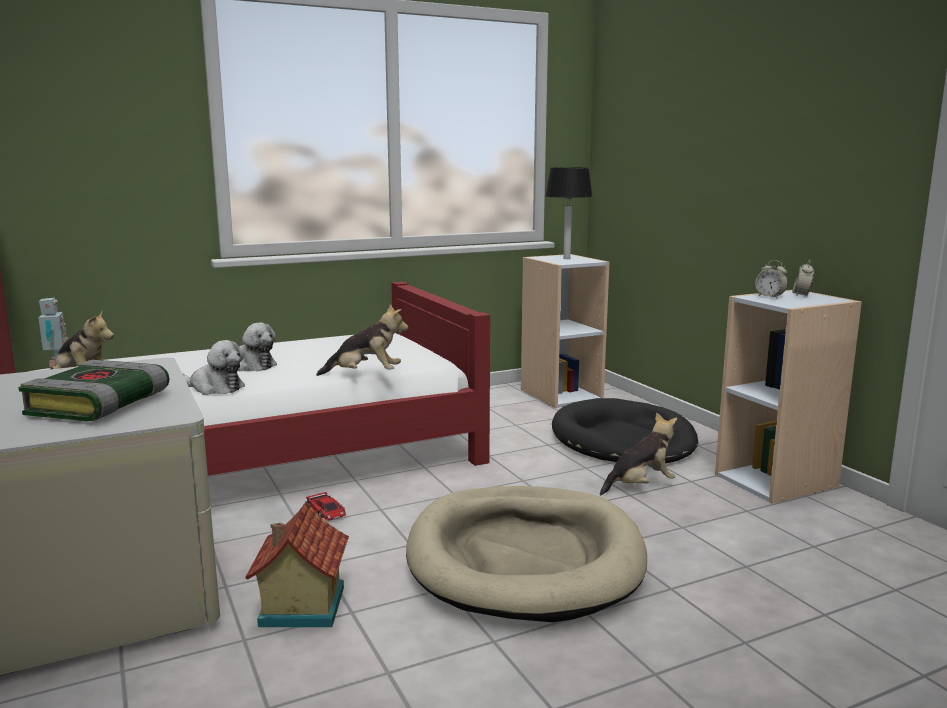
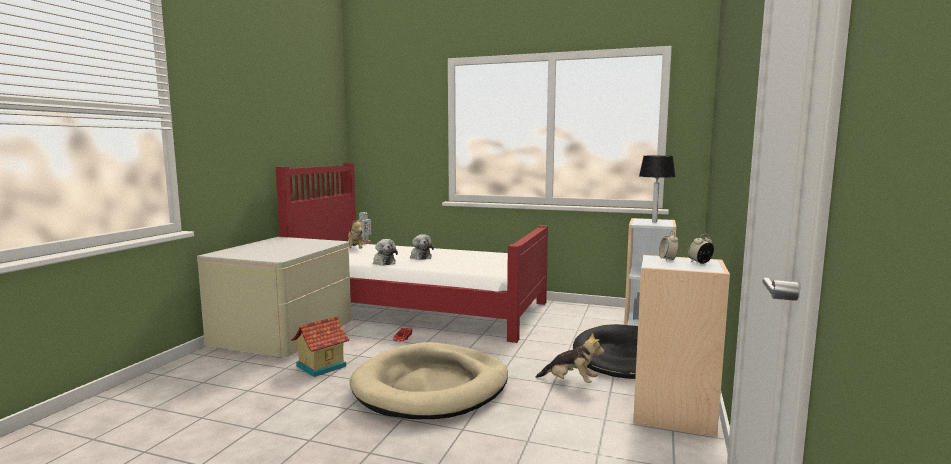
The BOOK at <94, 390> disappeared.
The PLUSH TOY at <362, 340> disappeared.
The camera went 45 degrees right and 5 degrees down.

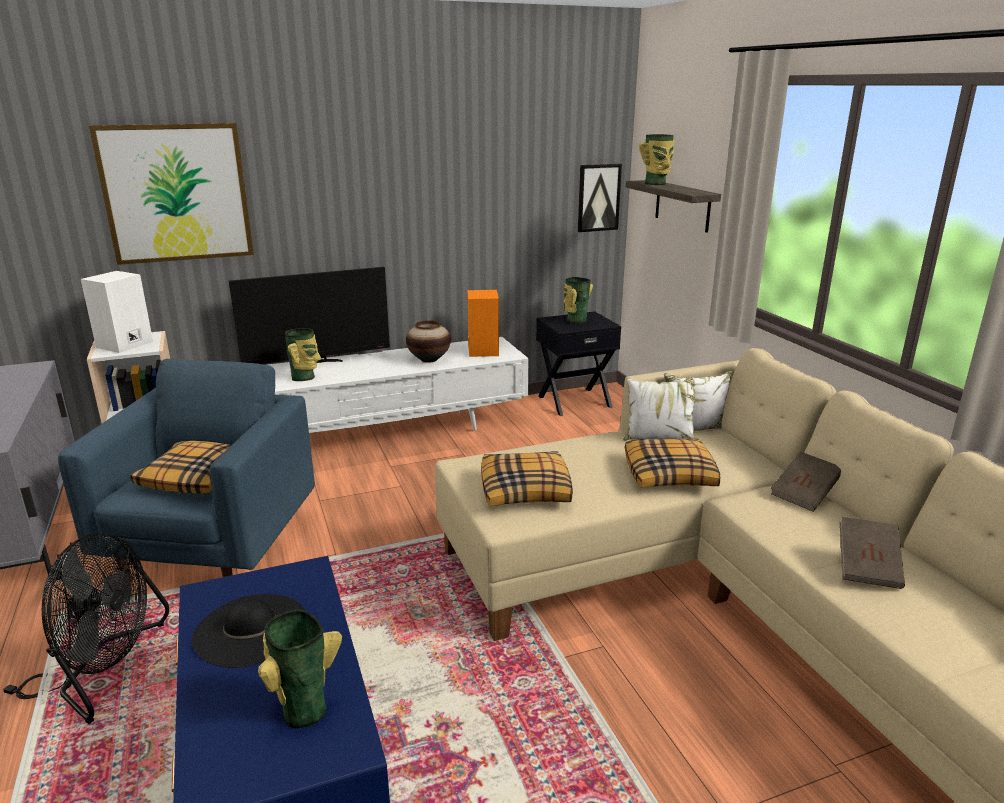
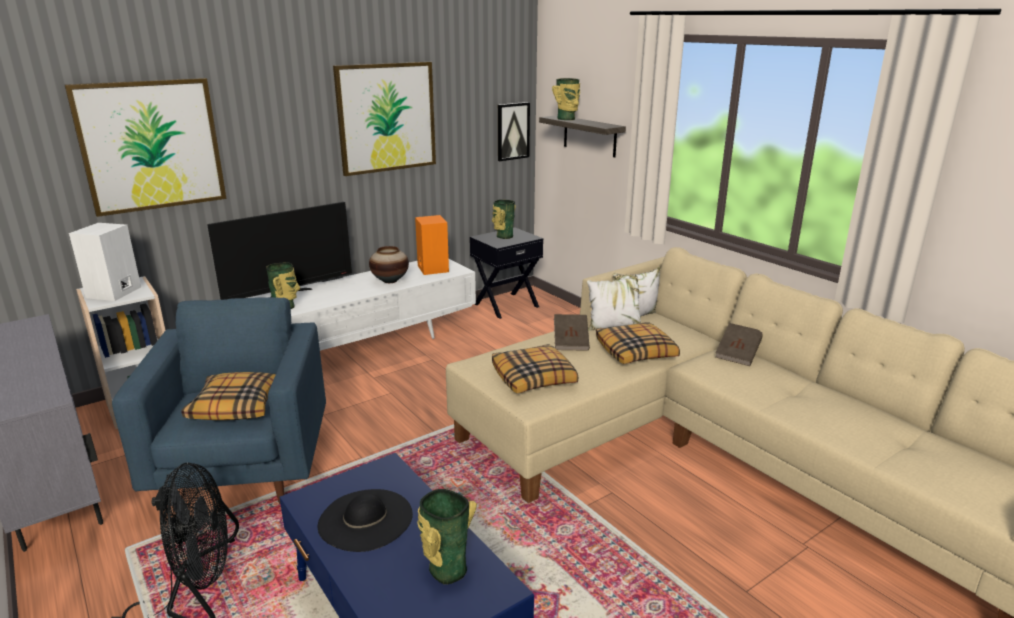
The PICTURE at <384, 119> appeared.
The BROWN BOOK moved from <872, 553> to <572, 332>.
The camera went 15 degrees left and 0 degrees up.

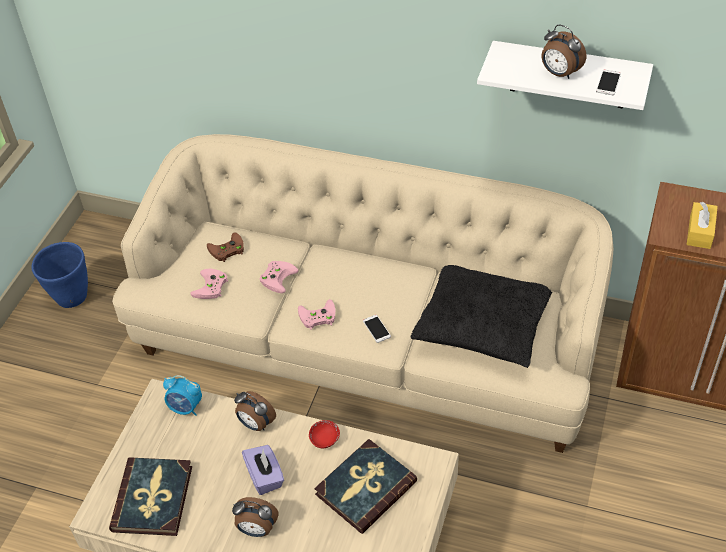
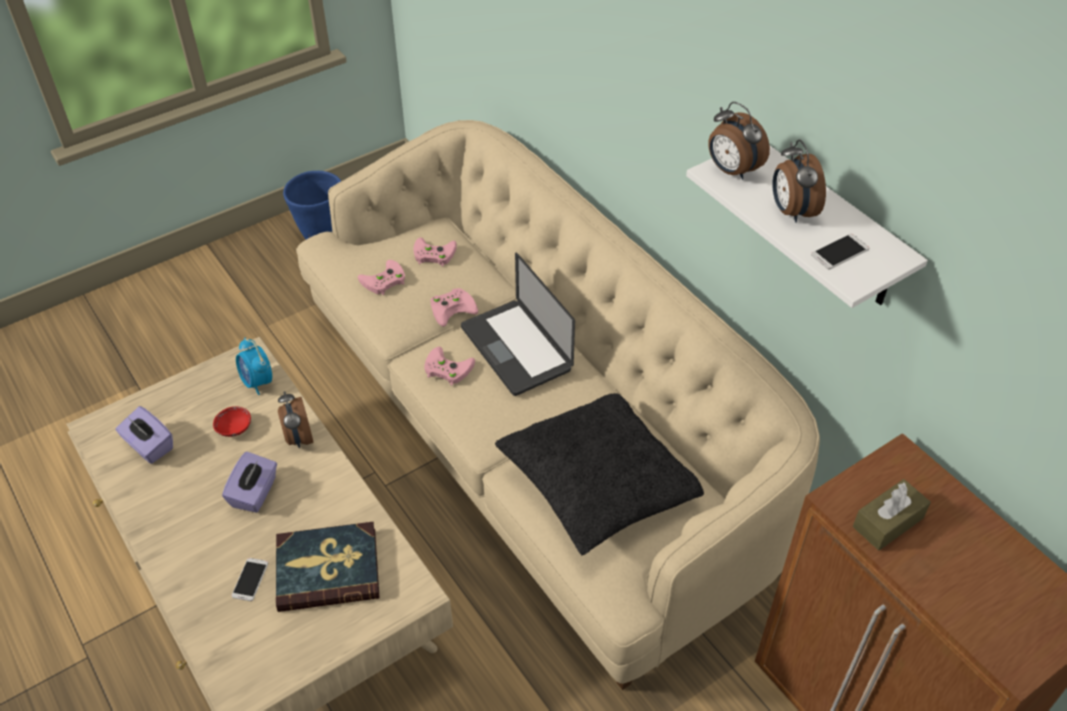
The BOOK at <150, 496> was replaced by the PURPLE TISSUE BOX at <144, 435>.
The RED BOWL moved from <324, 434> to <232, 421>.
The PHONE moved from <377, 329> to <249, 579>.
The BROWN GAME CONTROLLER at <225, 247> became the PINK GAME CONTROLLER at <435, 252>.
The LAPTOP at <518, 324> appeared.
The ALARM CLOCK moved from <255, 517> to <739, 141>.
The YELLOW TISSUE BOX at <702, 225> became the BROWN TISSUE BOX at <892, 514>.
The camera went 35 degrees right and 0 degrees up.

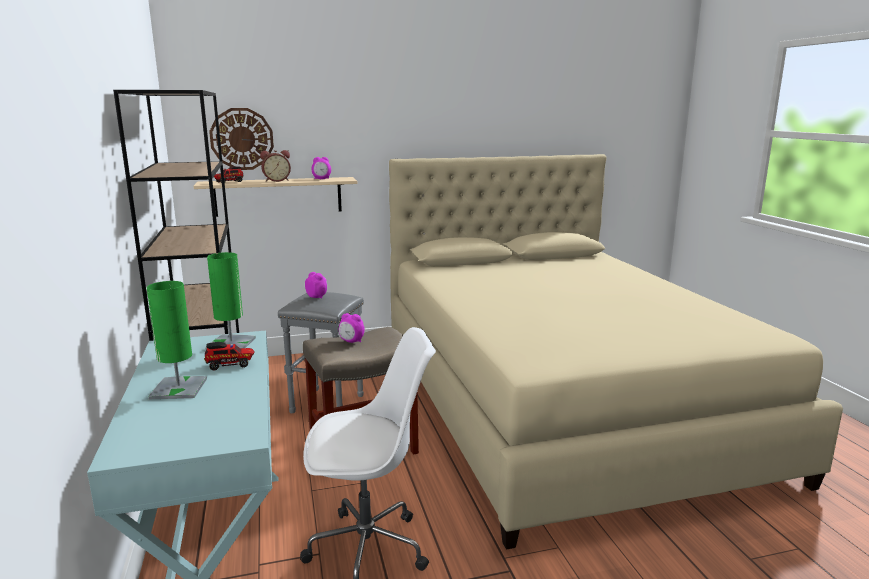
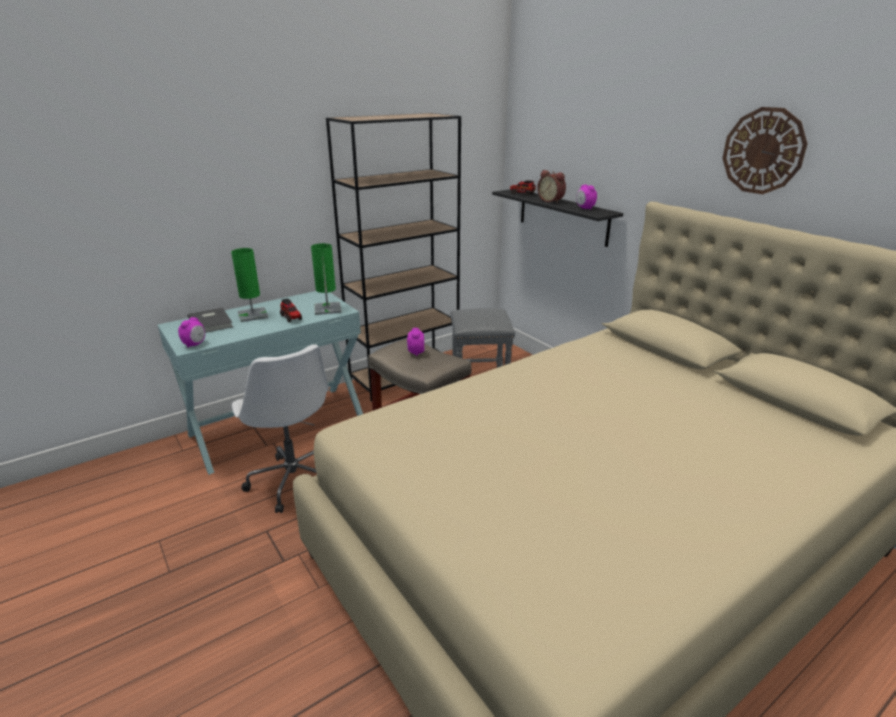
The ALARM CLOCK moved from <316, 285> to <191, 332>.
The GREY BOOK at <210, 320> appeared.
The BEIGE SHELF at <275, 197> became the BLACK SHELF at <557, 218>.
The WALL CLOCK moved from <241, 139> to <765, 150>.
The camera went 70 degrees right and 10 degrees up.

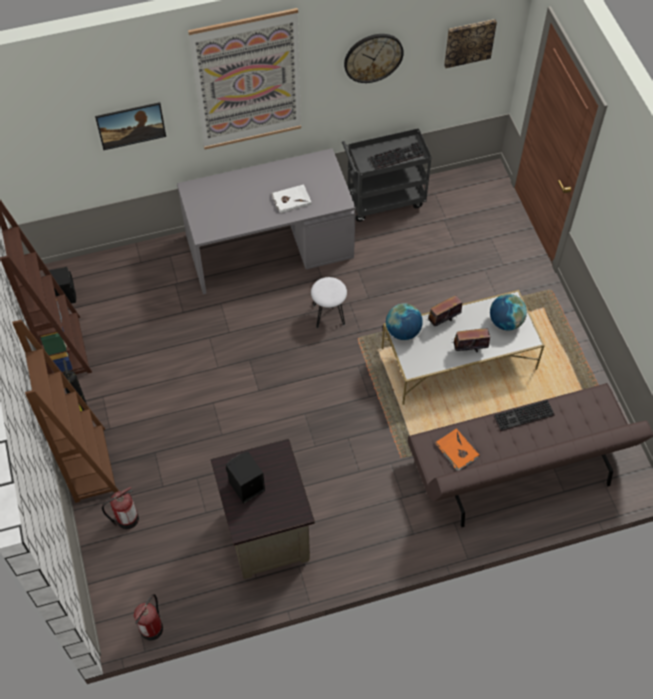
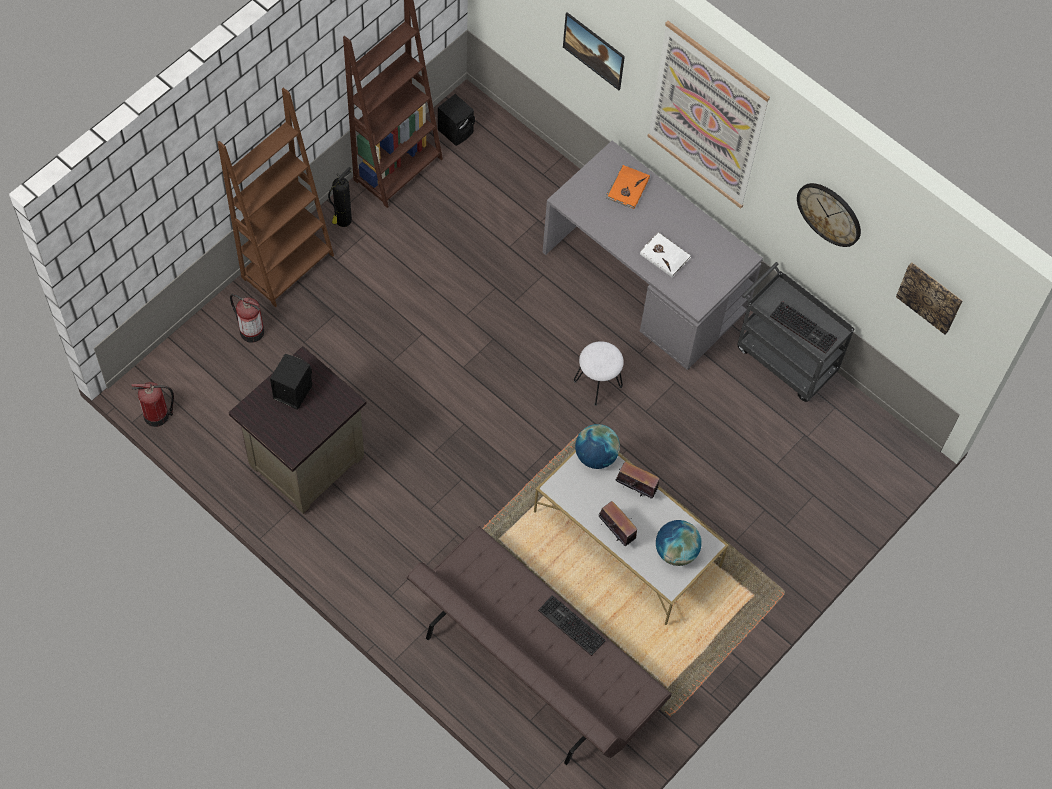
The ORANGE BOOK moved from <457, 449> to <627, 187>.
The camera went 55 degrees right and 5 degrees up.

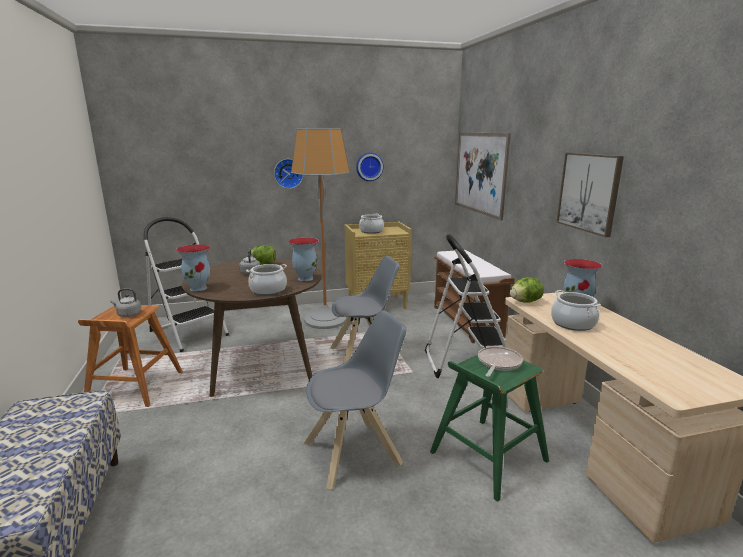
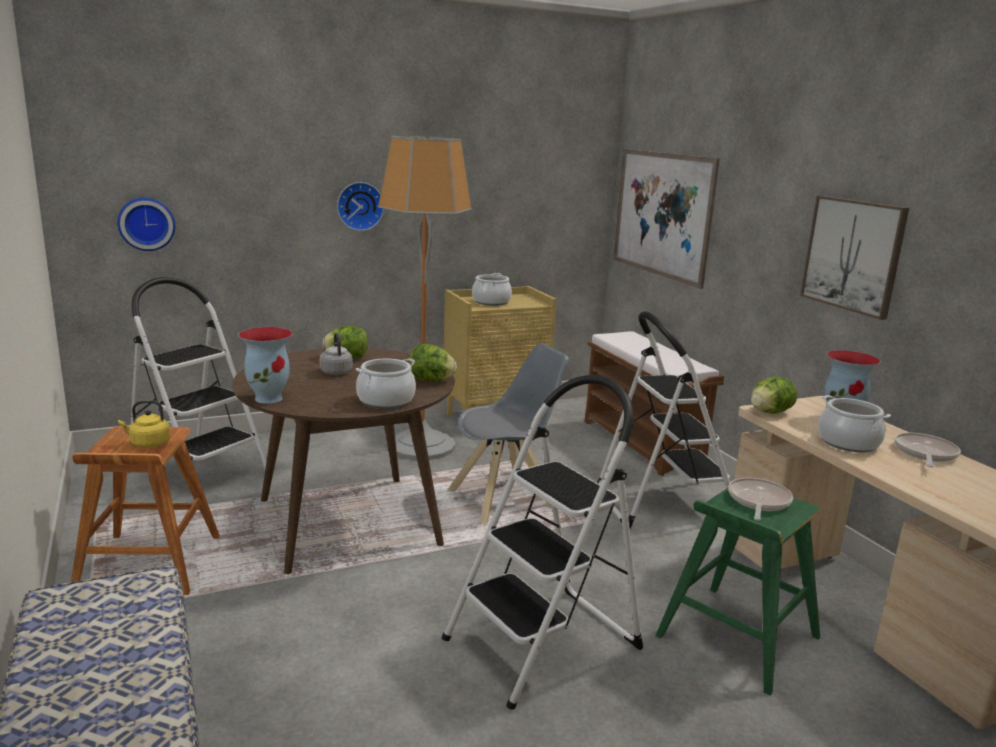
The WALL CLOCK moved from <370, 167> to <146, 224>.
The GREY KETTLE at <126, 302> became the YELLOW KETTLE at <144, 424>.
The VASE at <303, 259> was replaced by the LETTUCE at <433, 362>.
The GREY CHAIR at <355, 400> was replaced by the STEP LADDER at <542, 542>.
The FRYING PAN at <927, 450> appeared.
The camera went 10 degrees left and 0 degrees up.

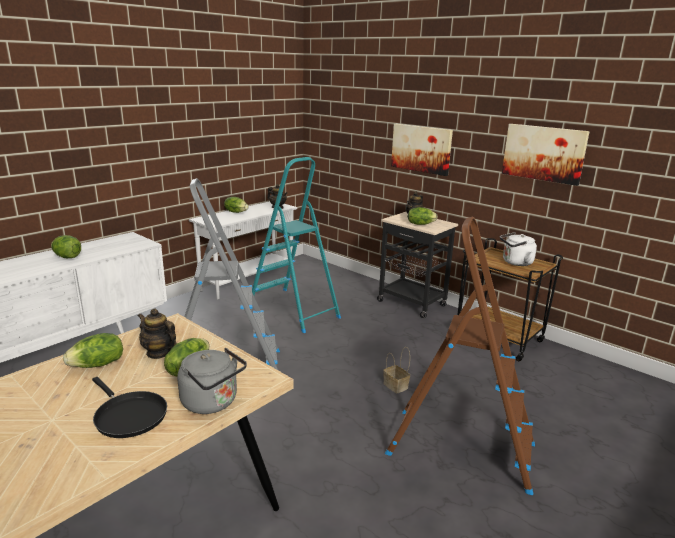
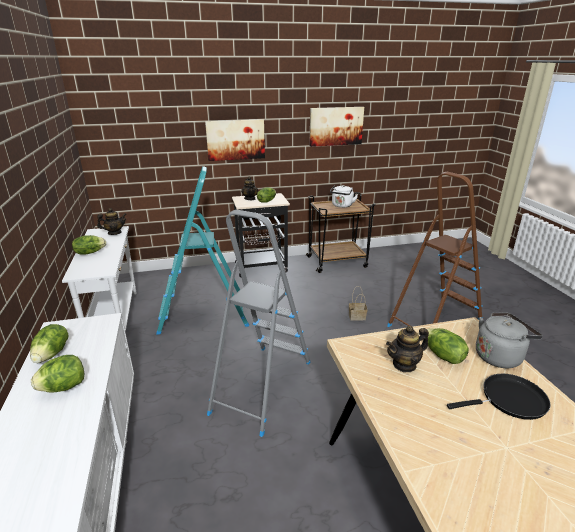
The LETTUCE moved from <93, 350> to <49, 343>.
The camera went 55 degrees left and 5 degrees up.

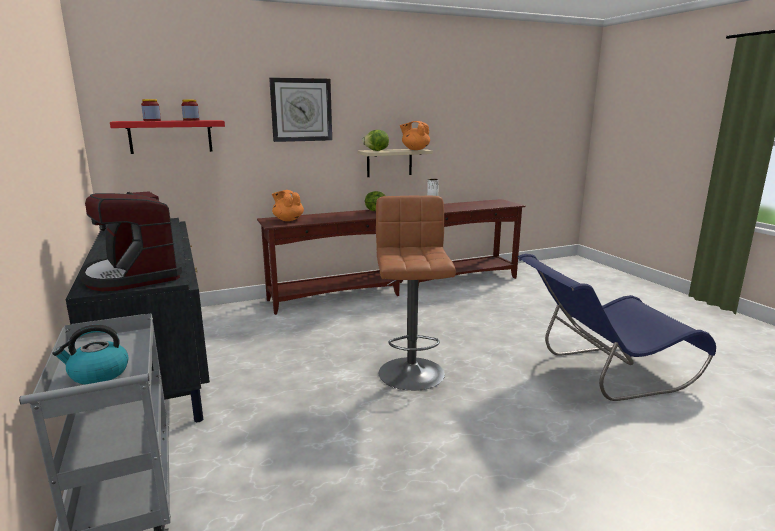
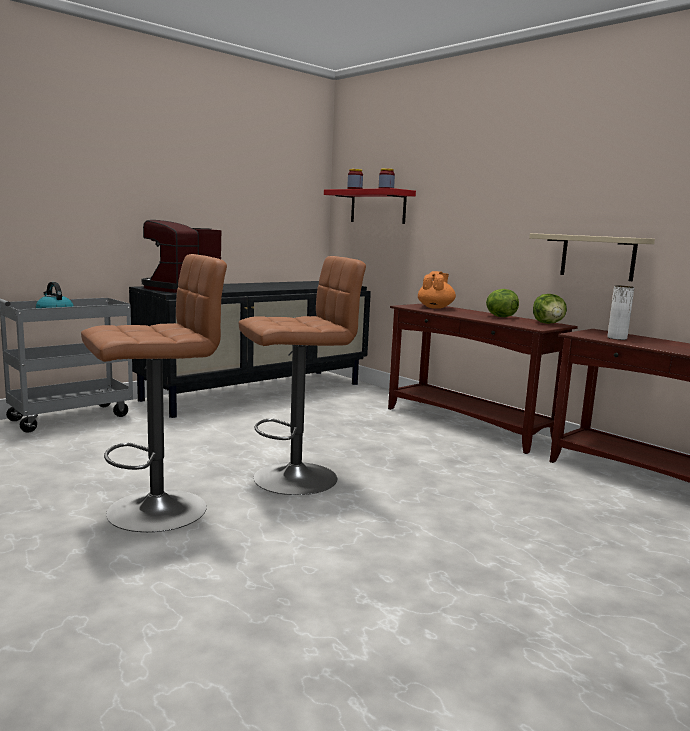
The BROWN STOOL at <154, 393> appeared.
The LETTUCE moved from <375, 140> to <502, 303>.
The WALL CLOCK at <300, 109> disappeared.
The ORANGE TEAPOT at <415, 135> disappeared.
The BLUE CHAIR at <617, 327> disappeared.
The camera went 70 degrees right and 5 degrees down.

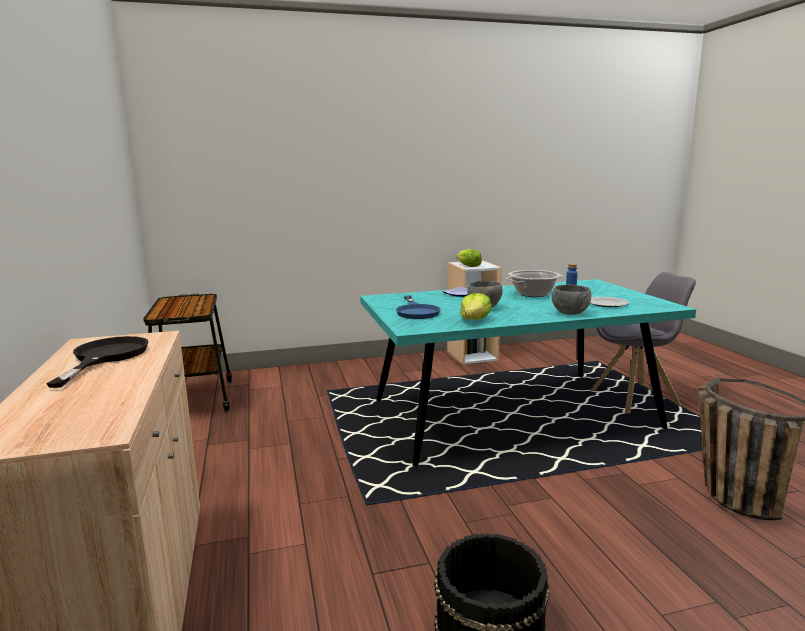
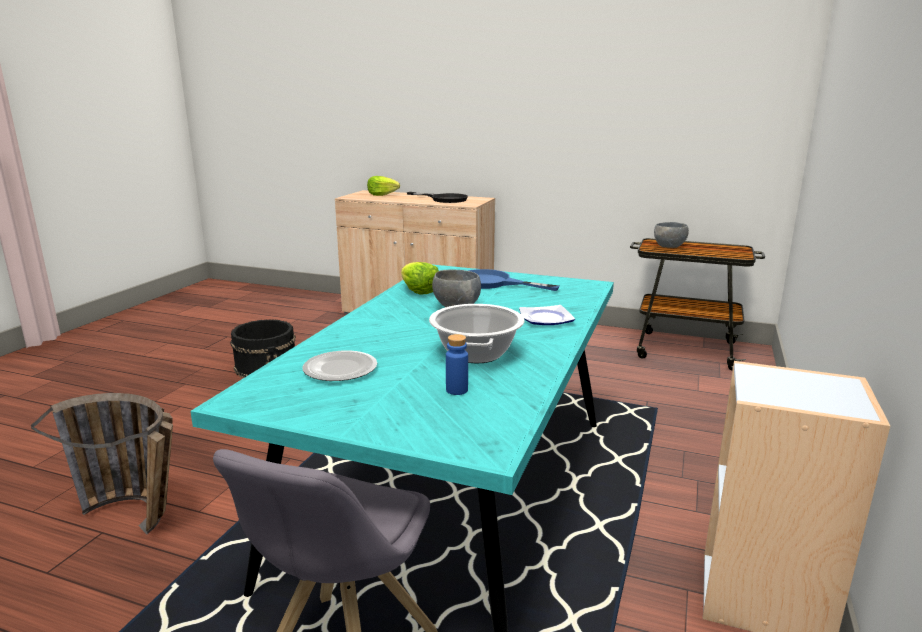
The LETTUCE moved from <469, 258> to <383, 186>.
The GREY BOWL moved from <571, 300> to <671, 235>.
The camera went 125 degrees right and 5 degrees up.

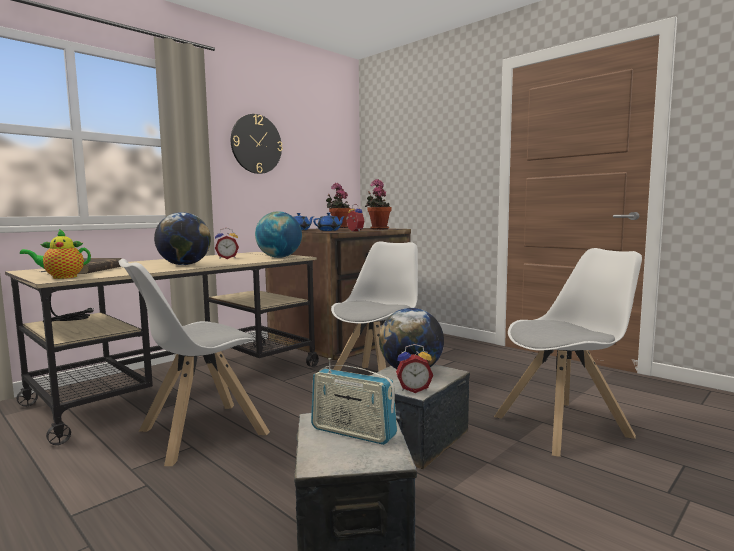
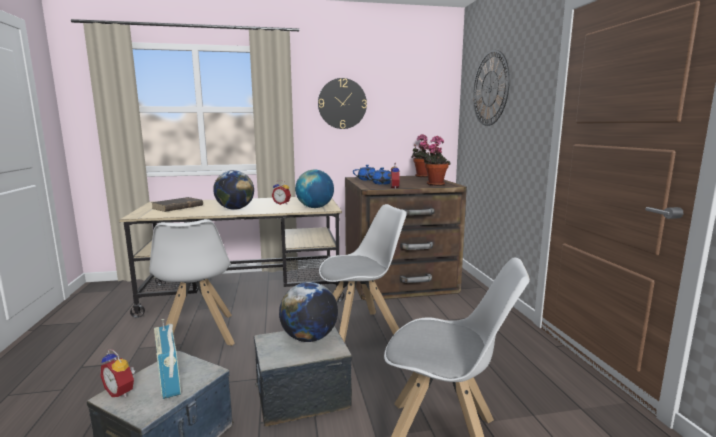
The ALARM CLOCK moved from <414, 368> to <117, 373>.
The CHAIR at <194, 362> turned 105 degrees counterclockwise.
The WALL CLOCK at <491, 88> appeared.
The TEAPOT at <55, 254> disappeared.
The camera went 35 degrees right and 5 degrees up.

